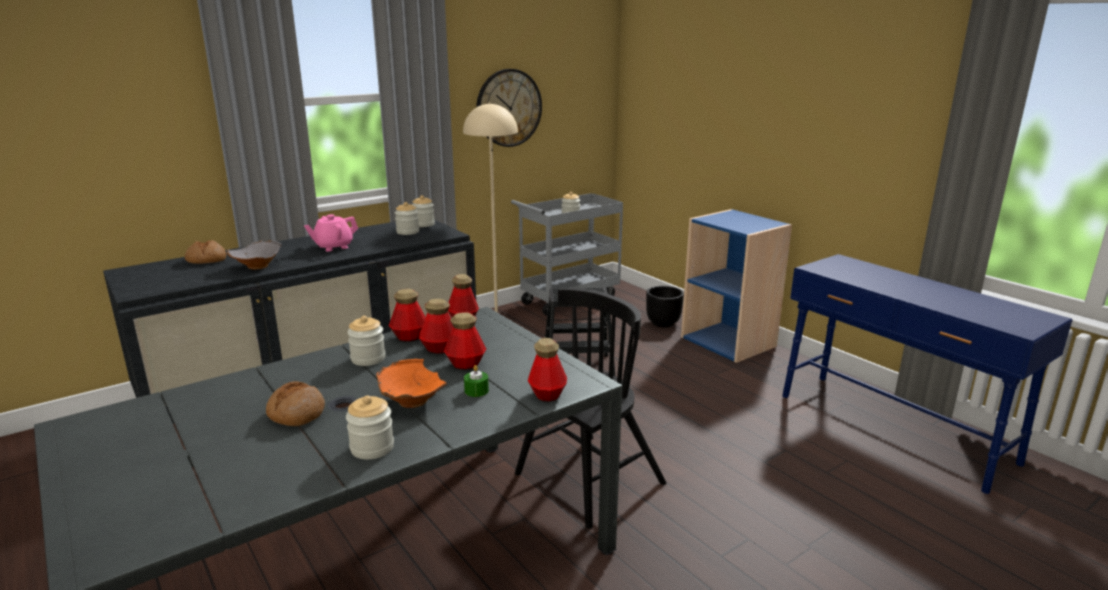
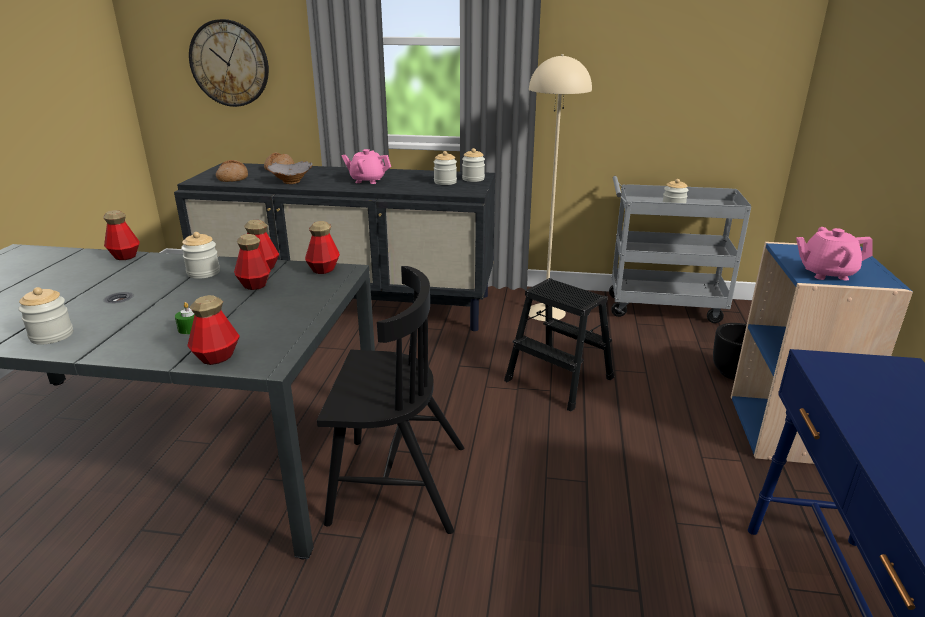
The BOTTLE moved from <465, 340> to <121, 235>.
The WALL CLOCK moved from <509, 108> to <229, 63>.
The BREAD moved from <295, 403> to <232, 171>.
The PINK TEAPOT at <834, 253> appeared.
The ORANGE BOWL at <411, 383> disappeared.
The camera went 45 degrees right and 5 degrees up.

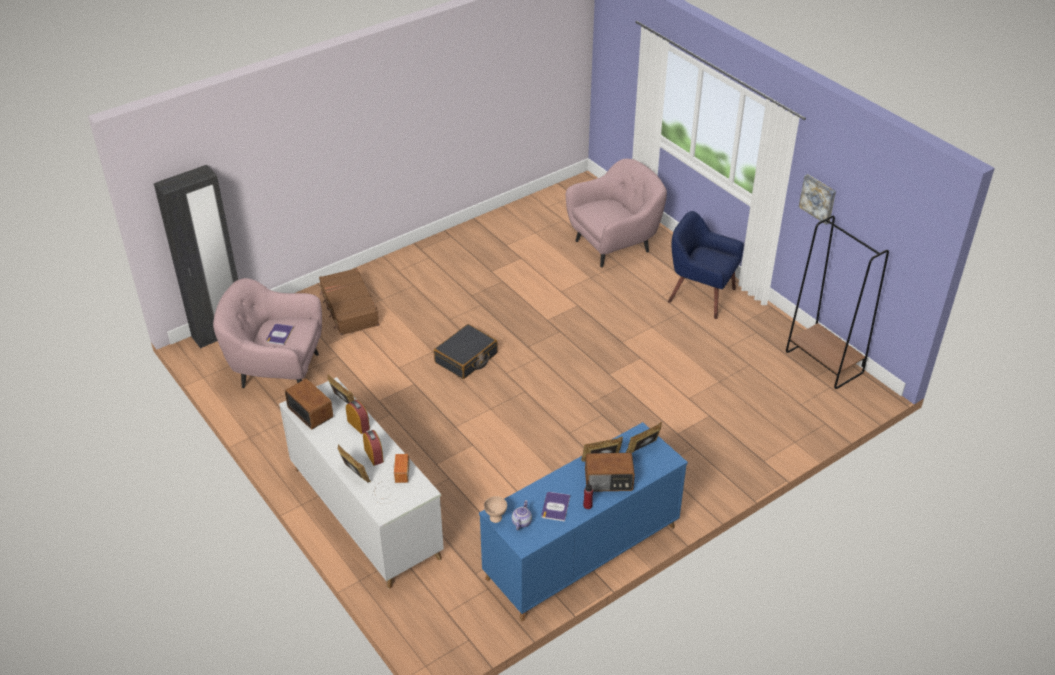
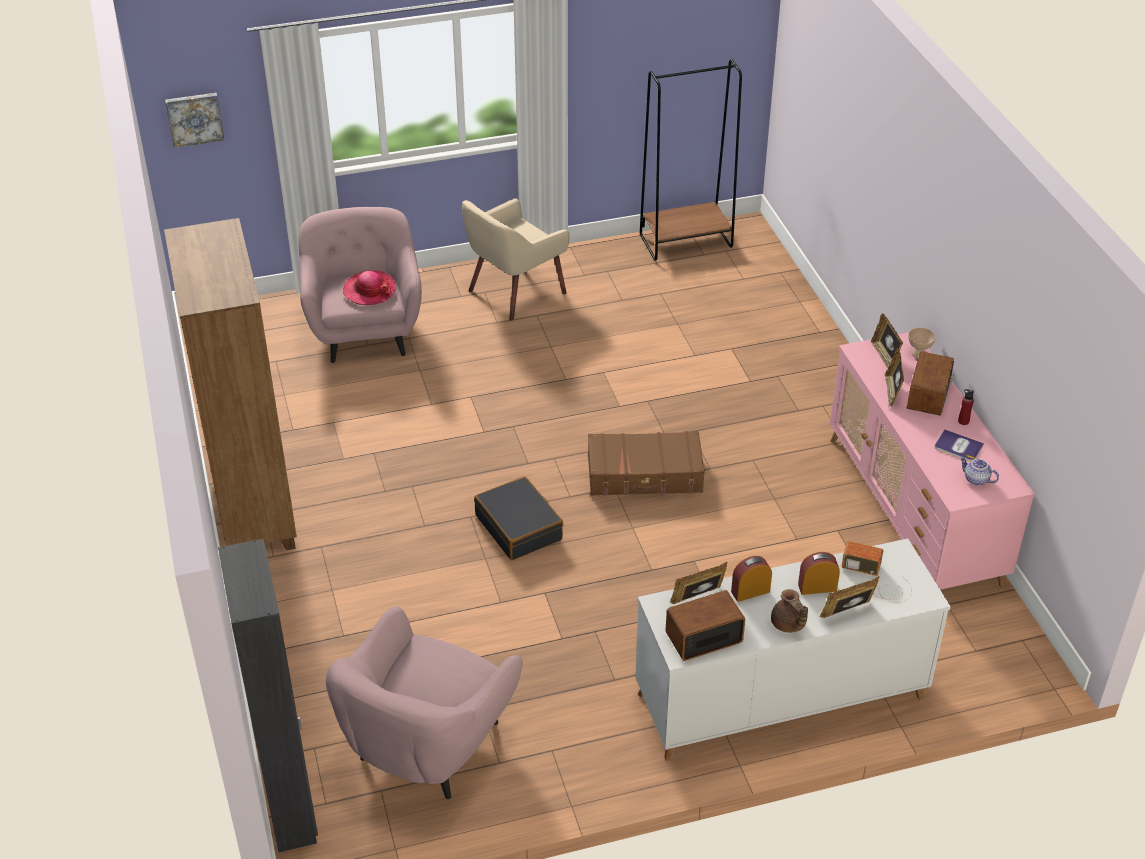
The BROWN BOOKCASE at <230, 384> appeared.
The PICTURE moved from <817, 199> to <194, 120>.
The HAT at <369, 287> appeared.
The BLUE ARMCHAIR at <706, 265> became the BEIGE ARMCHAIR at <515, 259>.
The BROWN SUITCASE moved from <349, 301> to <646, 463>.
The BROWN TEAPOT at <789, 611> appeared.
The BLUE DRESSER at <583, 522> became the PINK DRESSER at <932, 461>.
The BEIGE BOWL moved from <495, 509> to <922, 343>.
The BOOK at <280, 334> disappeared.
The camera went 70 degrees left and 0 degrees up.

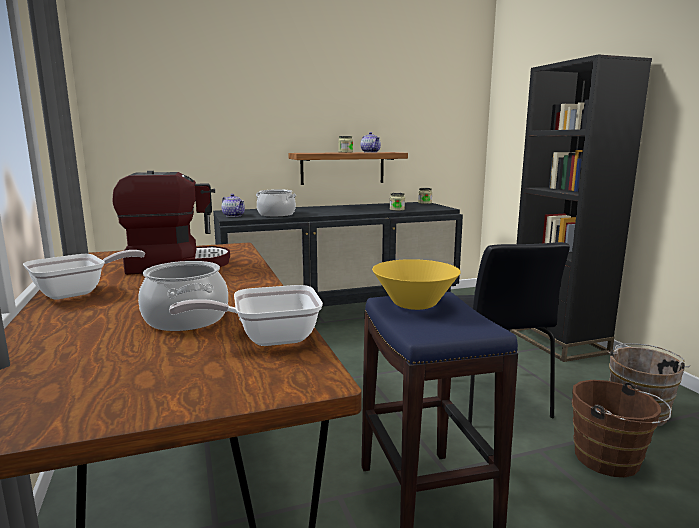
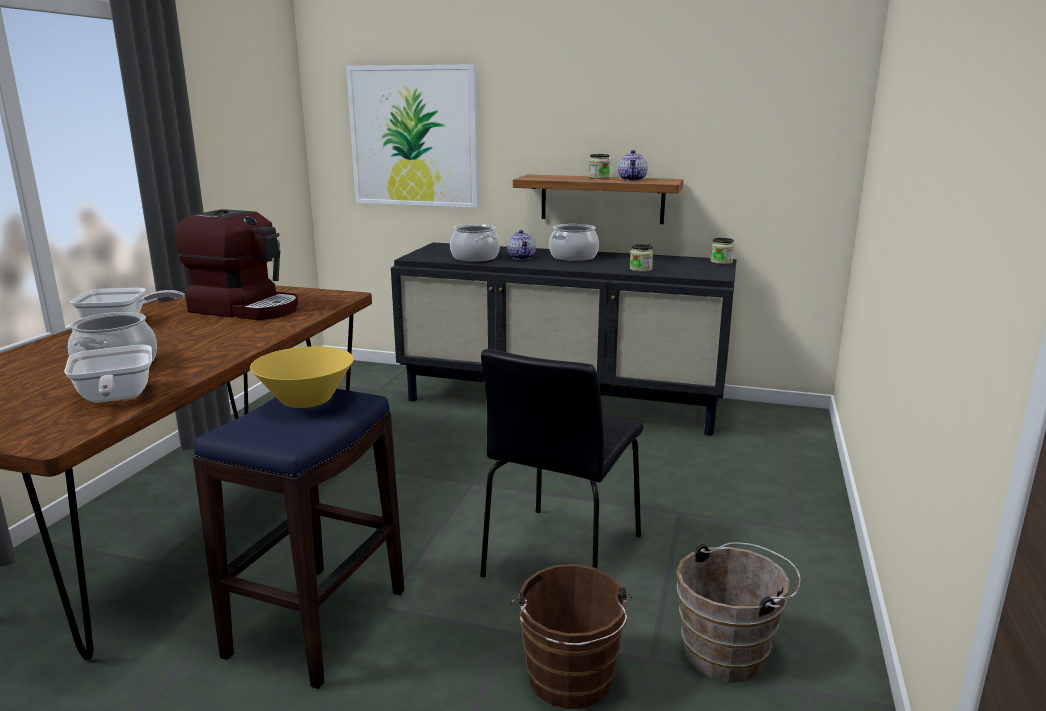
The FRYING PAN at <246, 315> turned 135 degrees counterclockwise.
The PICTURE at <412, 136> appeared.
The TEAPOT moved from <233, 205> to <521, 245>.
The COOKING POT at <574, 242> appeared.
The BLACK BOOKCASE at <581, 208> disappeared.
The camera went 35 degrees right and 5 degrees up.

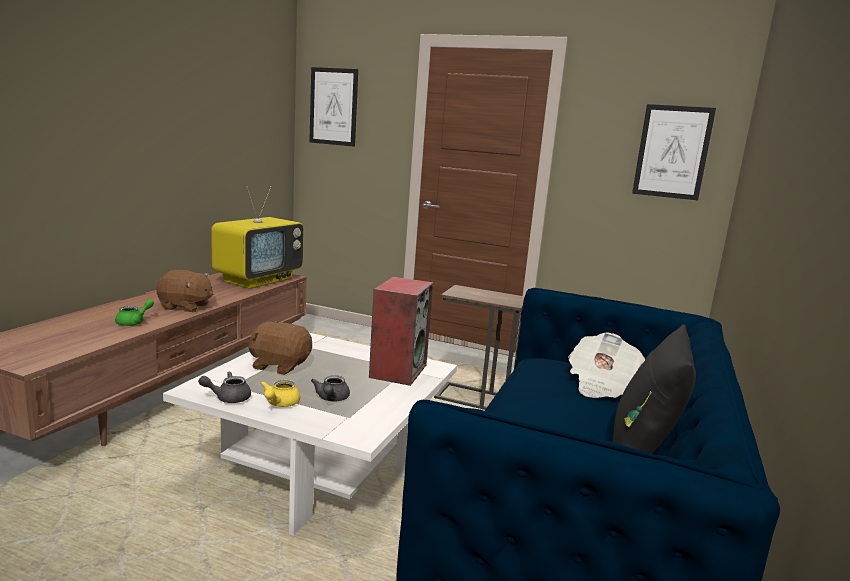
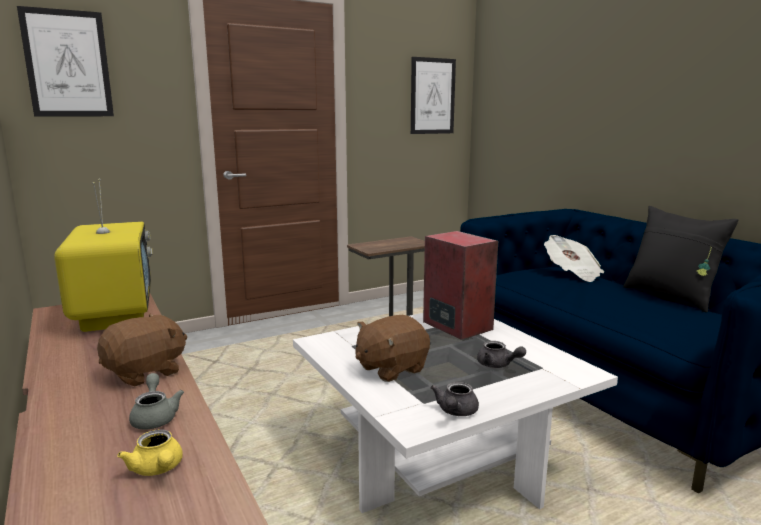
The YELLOW TEAPOT moved from <280, 393> to <150, 453>.
The GREEN TEAPOT at <134, 312> became the GREY TEAPOT at <156, 401>.
The camera went 50 degrees left and 0 degrees up.

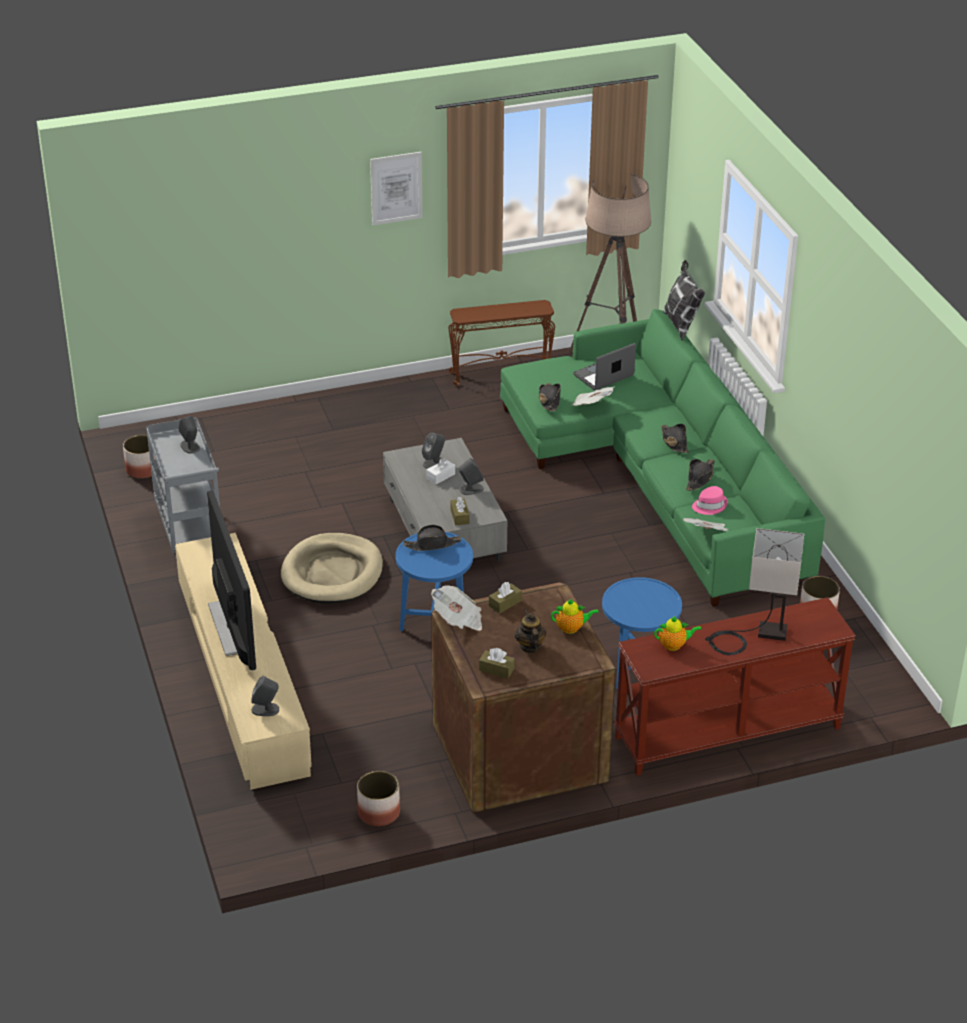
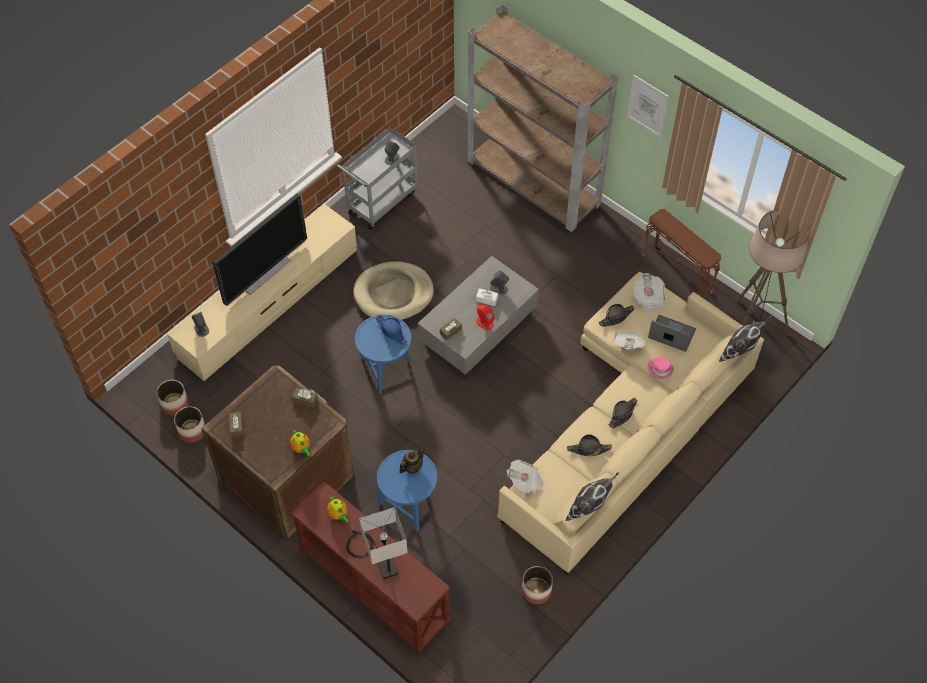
The PLANTER moved from <139, 457> to <172, 397>.
The BLACK HAT at <432, 538> became the BLUE HAT at <391, 330>.
The TEAPOT moved from <530, 631> to <411, 461>.
The BROWN BOOKCASE at <543, 118> appeared.
The GREY SPEAKER at <471, 476> became the RED SPEAKER at <485, 317>.
The GREEN SOFA at <662, 458> became the BEIGE SOFA at <630, 423>.
The PILLOW at <593, 496> appeared.
The NEWSPAPER moved from <456, 608> to <649, 293>.
The PINK HAT moved from <710, 500> to <660, 368>.
The camera went 60 degrees right and 20 degrees up.

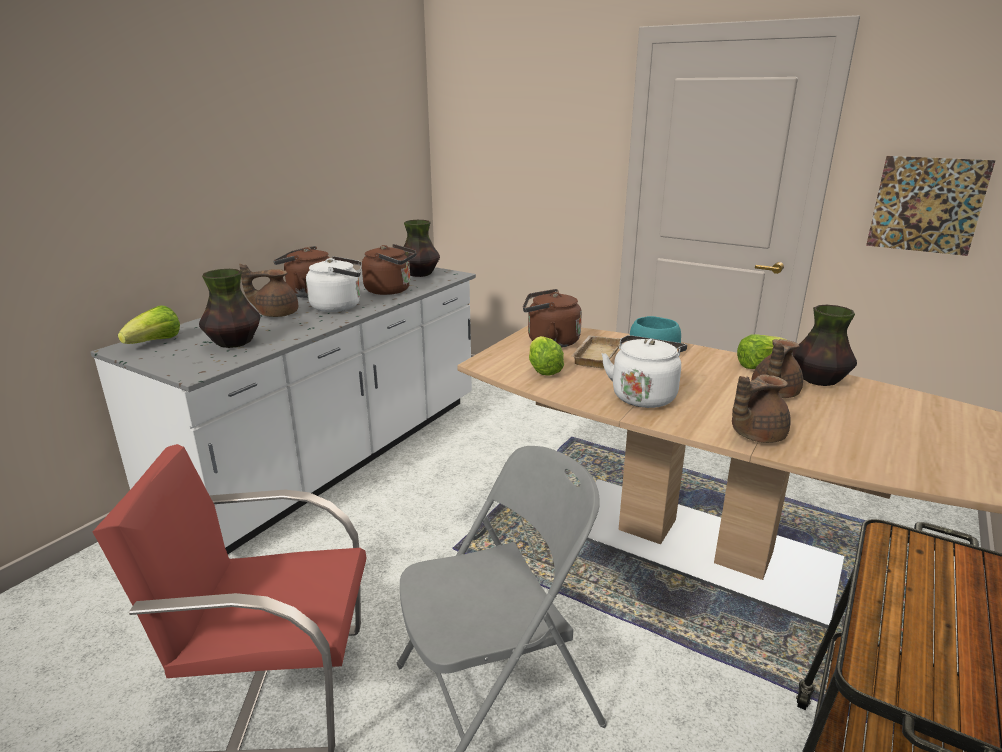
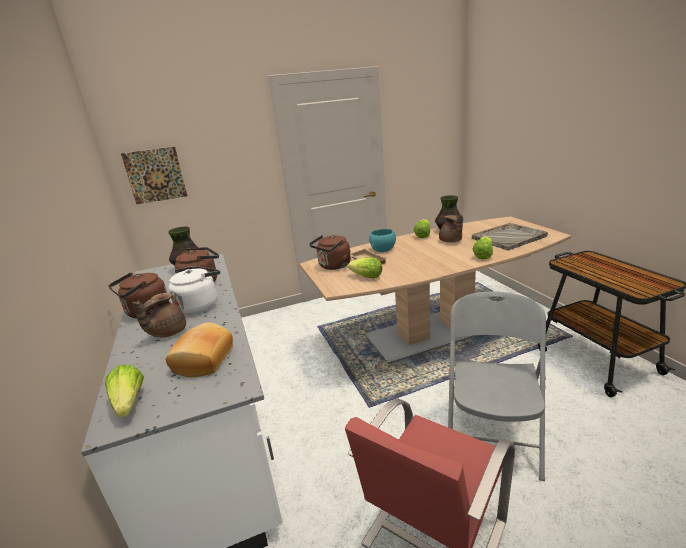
The PICTURE moved from <930, 206> to <154, 175>.
The VASE at <229, 308> was replaced by the BREAD at <199, 349>.
The GREY TRAY at <510, 236> appeared.
The BROWN TEAPOT at <761, 408> was replaced by the LETTUCE at <482, 247>.
The WHITE KETTLE at <644, 371> disappeared.
The camera went 50 degrees left and 0 degrees up.

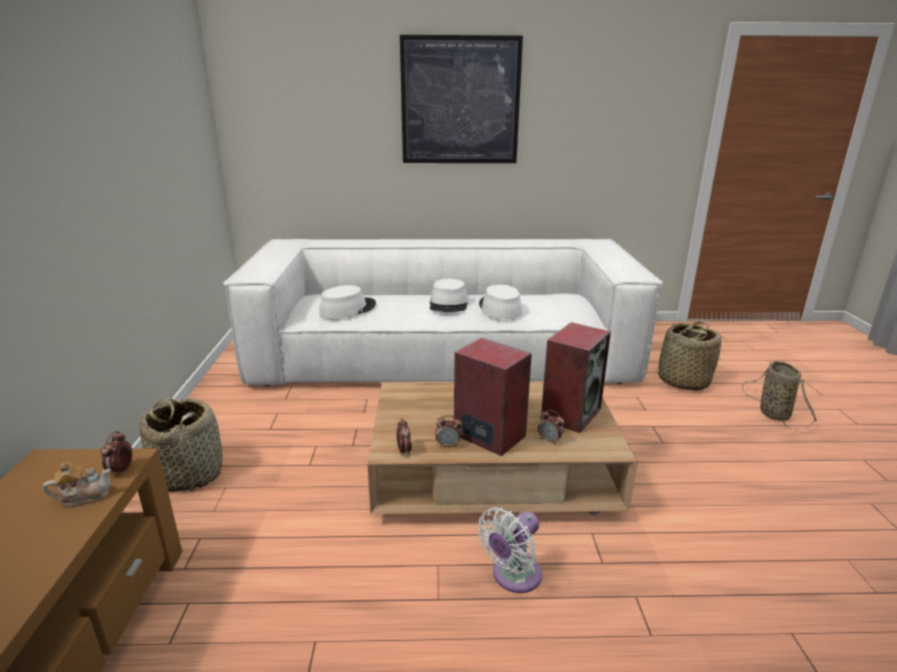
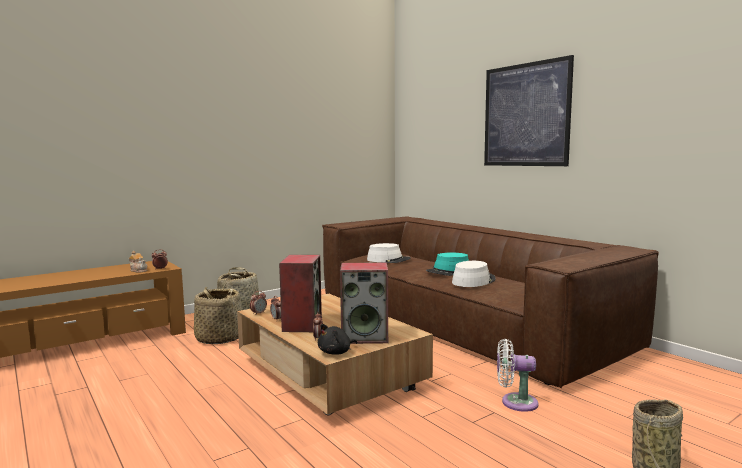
The BASKET moved from <689, 356> to <218, 315>.
The BLACK PLUSH TOY at <337, 339> appeared.
The WHITE SOFA at <443, 312> became the BROWN SOFA at <490, 302>.
The WHITE HAT at <449, 295> became the TURQUOISE HAT at <447, 264>.
The WHITE FAN moved from <510, 550> to <518, 375>.
The camera went 55 degrees right and 15 degrees down.

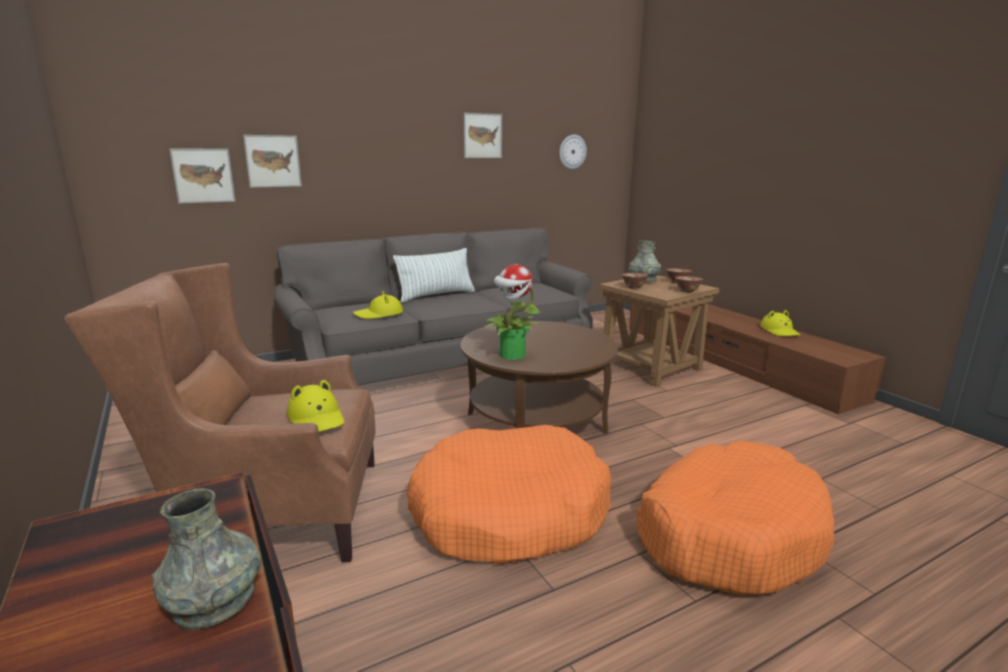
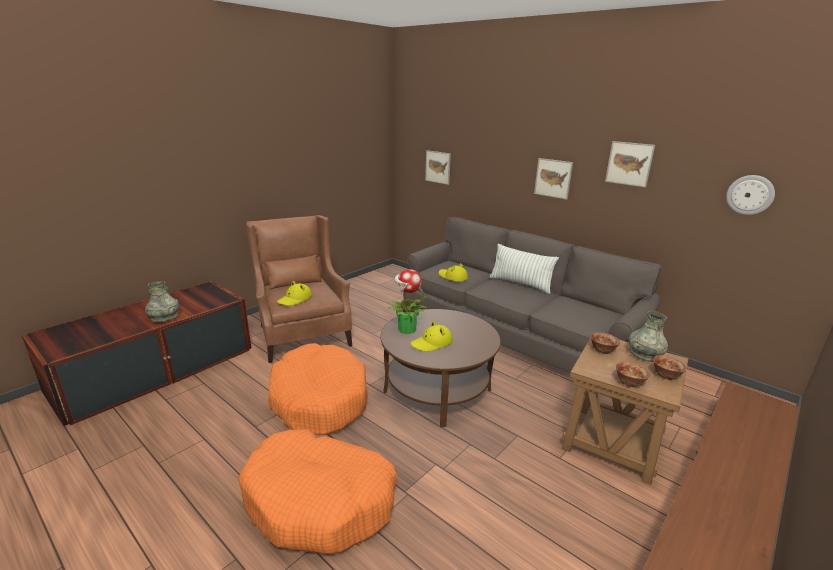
The YELLOW HAT moved from <780, 323> to <431, 336>.
The PICTURE moved from <272, 161> to <553, 179>.
The camera went 70 degrees right and 5 degrees up.

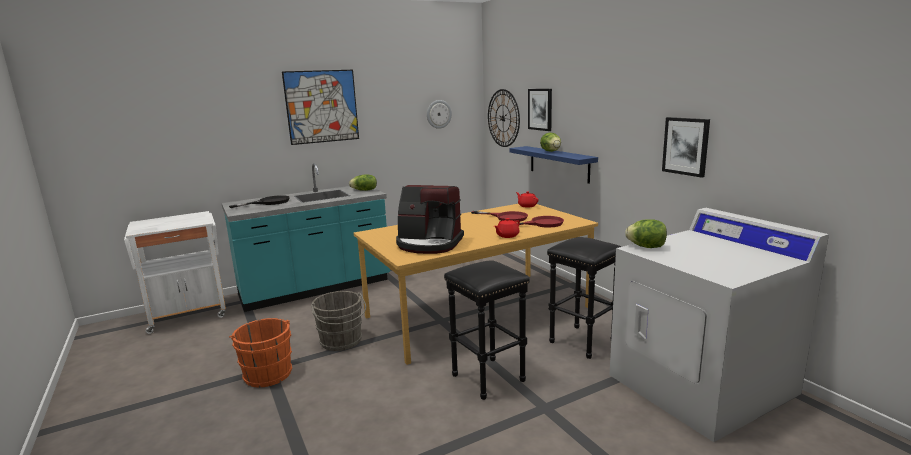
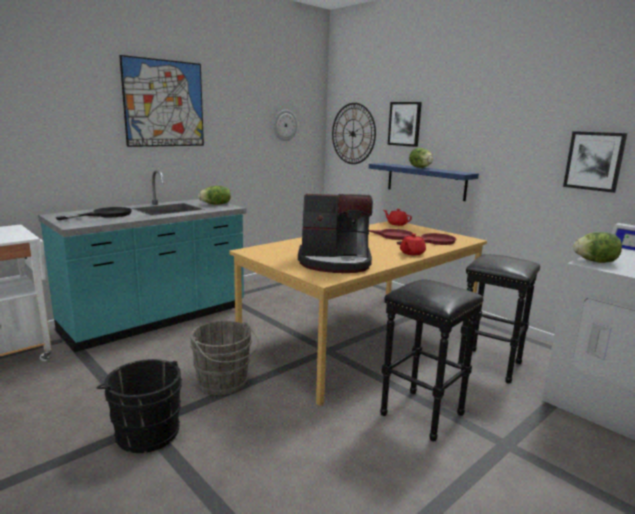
The ORANGE BUCKET at <261, 353> became the BLACK BUCKET at <139, 406>.
The camera went 15 degrees left and 0 degrees up.

